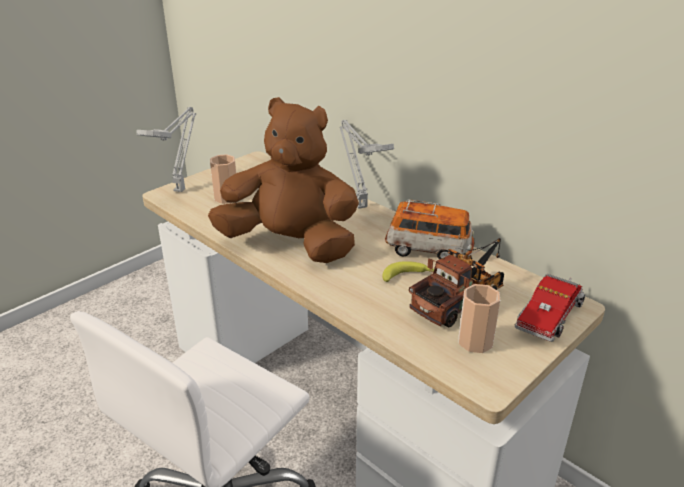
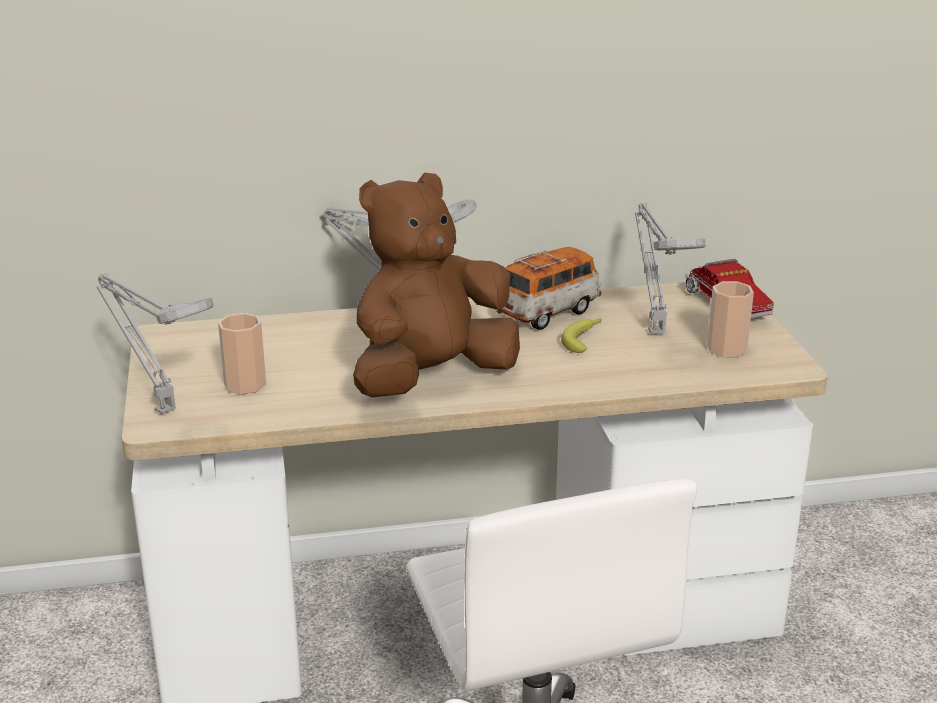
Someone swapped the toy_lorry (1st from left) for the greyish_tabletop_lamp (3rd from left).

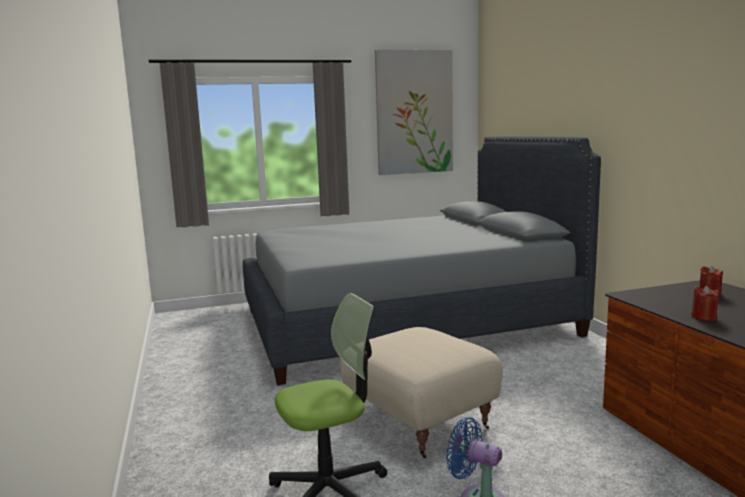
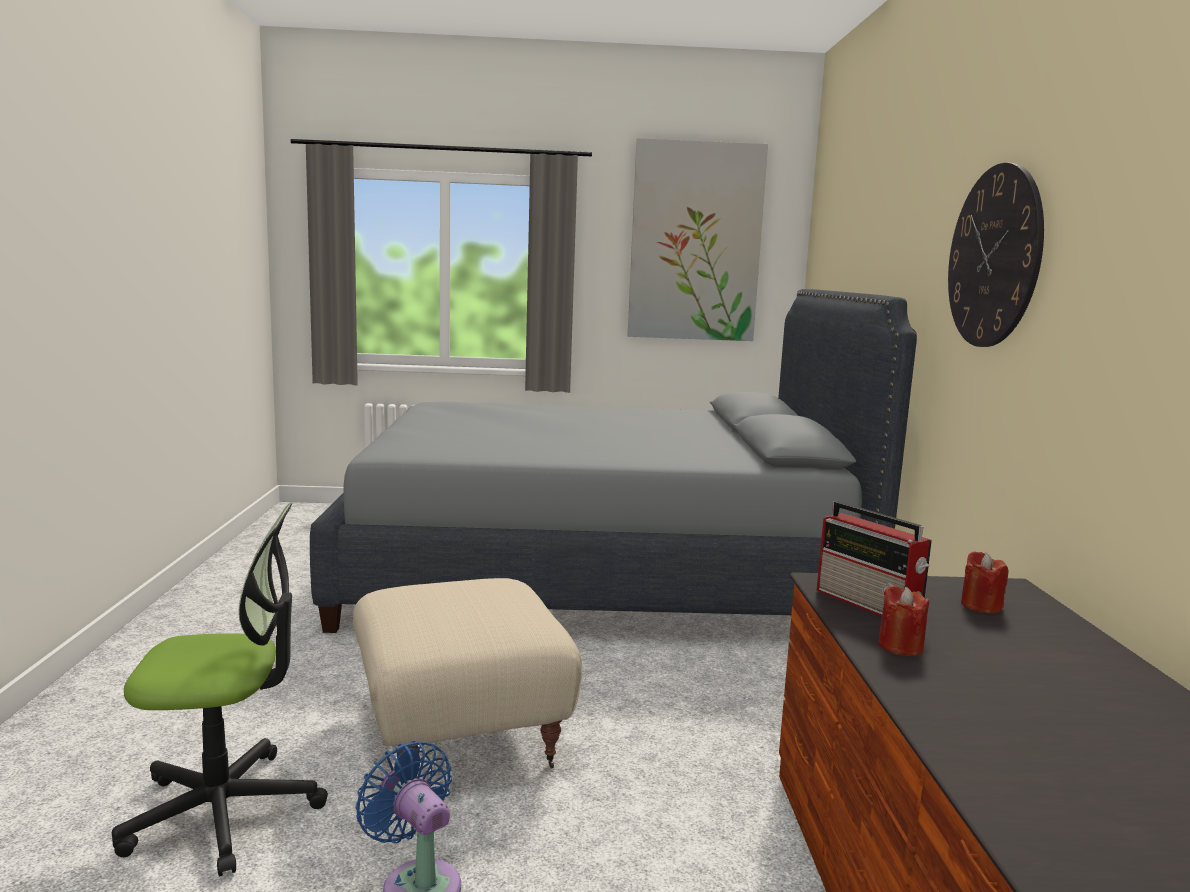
Someone put up the wall_clock.
Someone put down the radio_receiver.

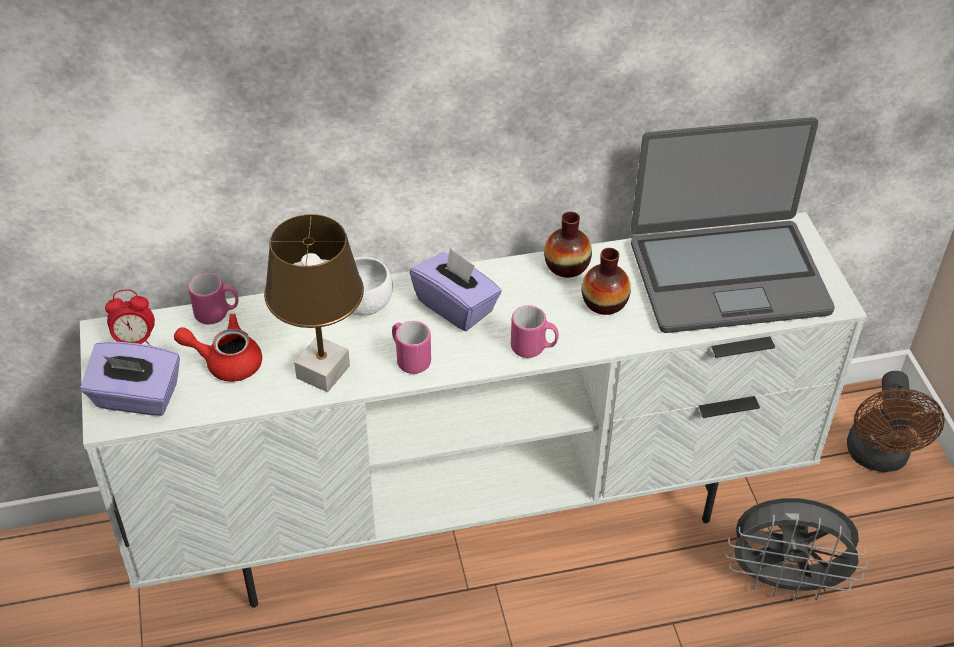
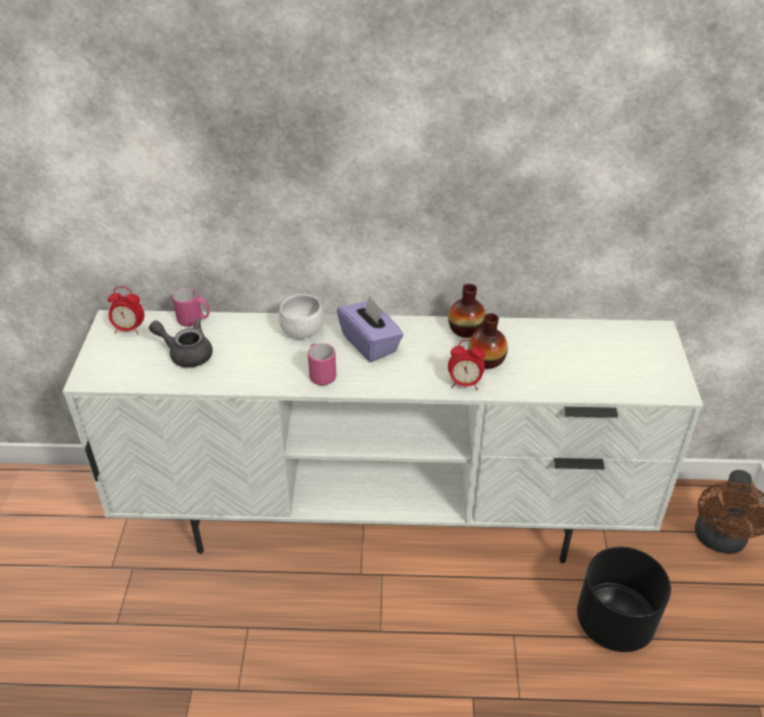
Someone took away the portable_computer.
Someone took away the brown_tabletop_lamp.
Someone took away the pink-coloured_mug (3rd from left).
Someone repainted the red_teapot, which became the greyish_teapot.
Someone took away the purple-coloured_tissue_holder (1st from left).
Someone swapped the greyish_electric_fan for the black_planter.
Someone put down the alarm_clock (2nd from left).

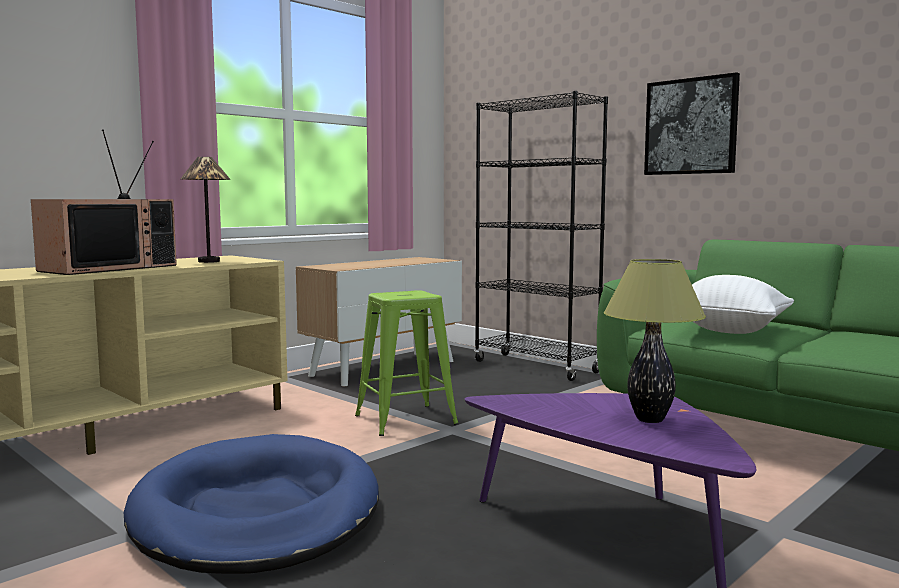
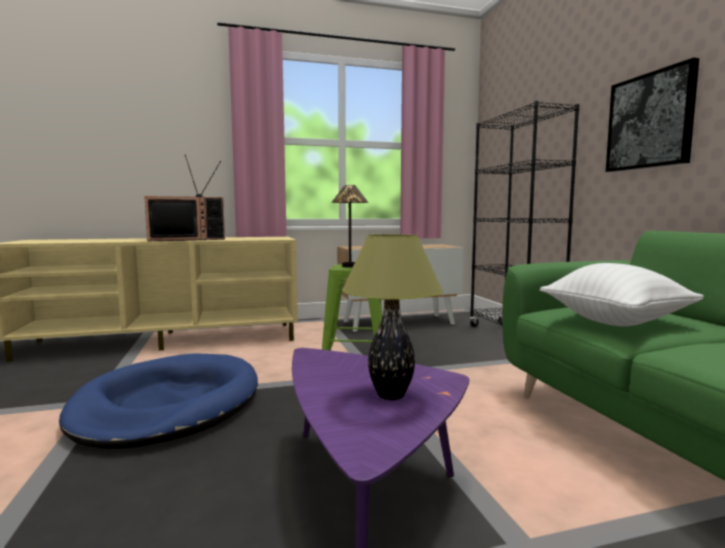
Someone carried the tabletop_lamp (1st from left).

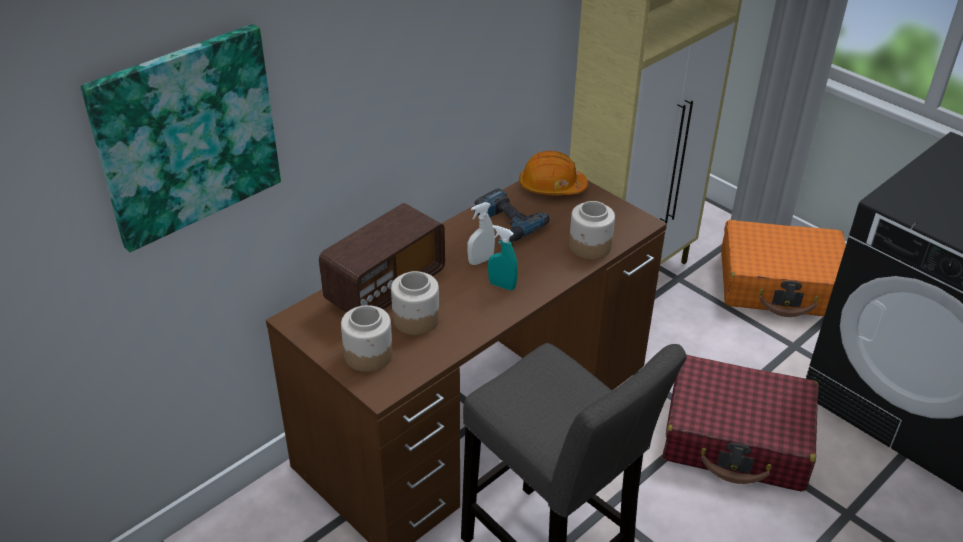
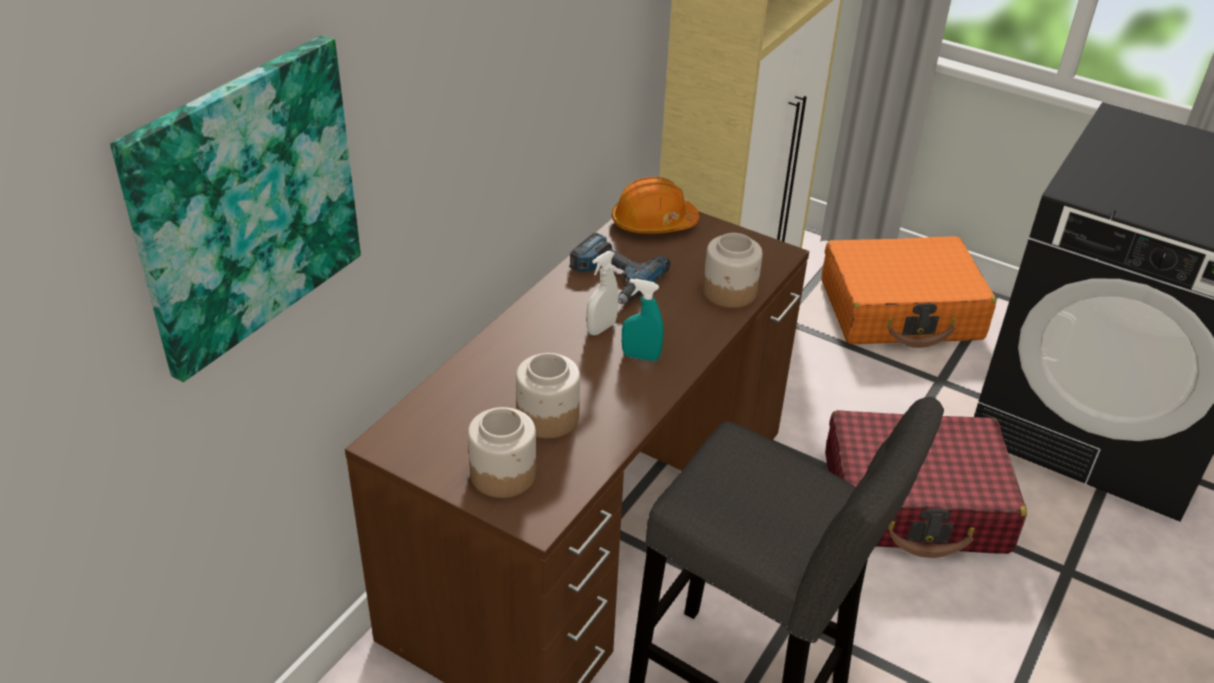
Someone took away the radio_receiver.

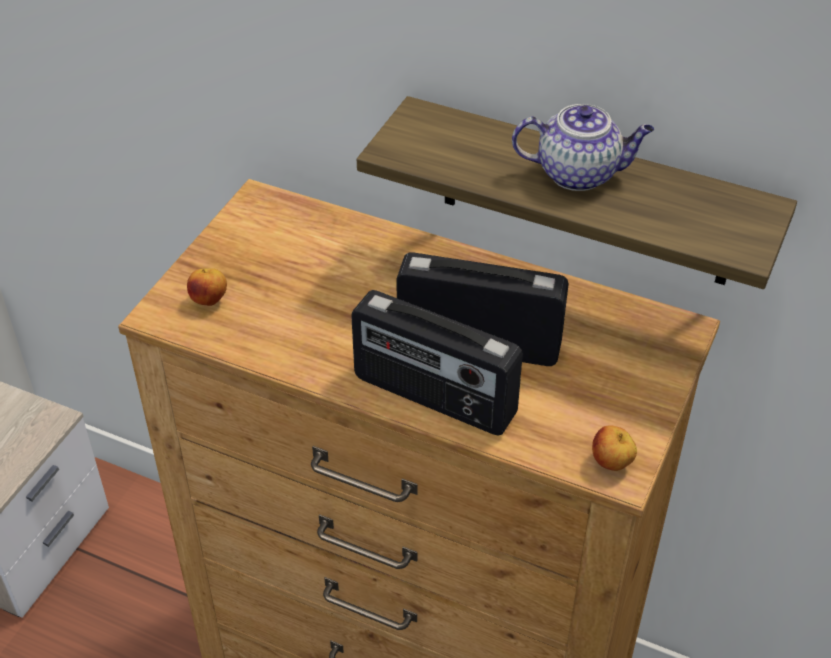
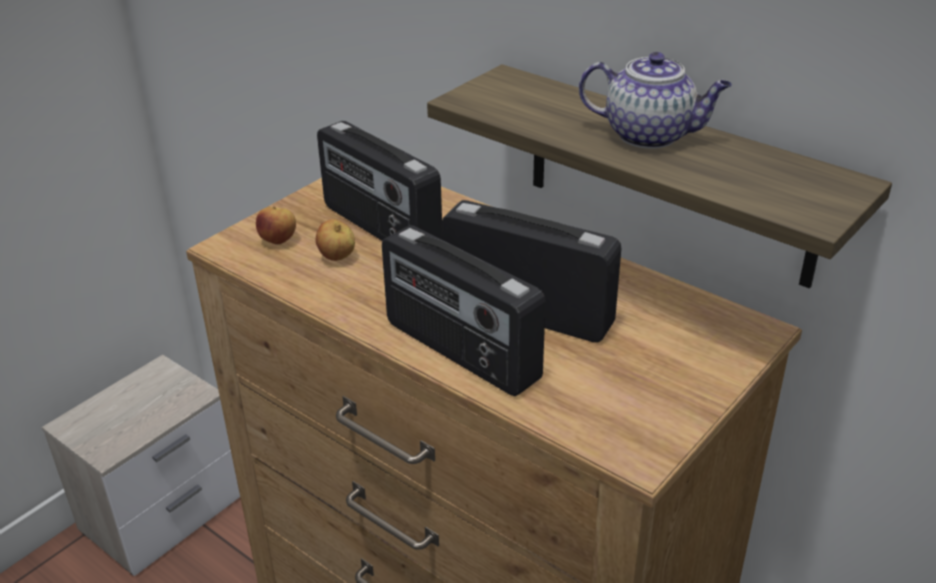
Someone carried the apple (2nd from left).
Someone put down the radio_receiver (1st from left).

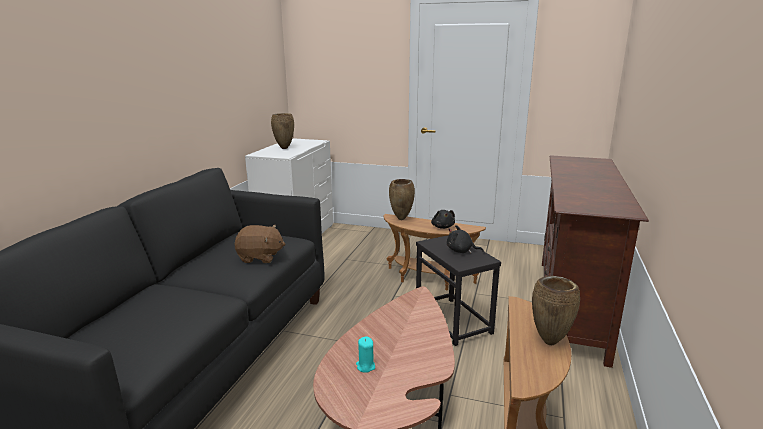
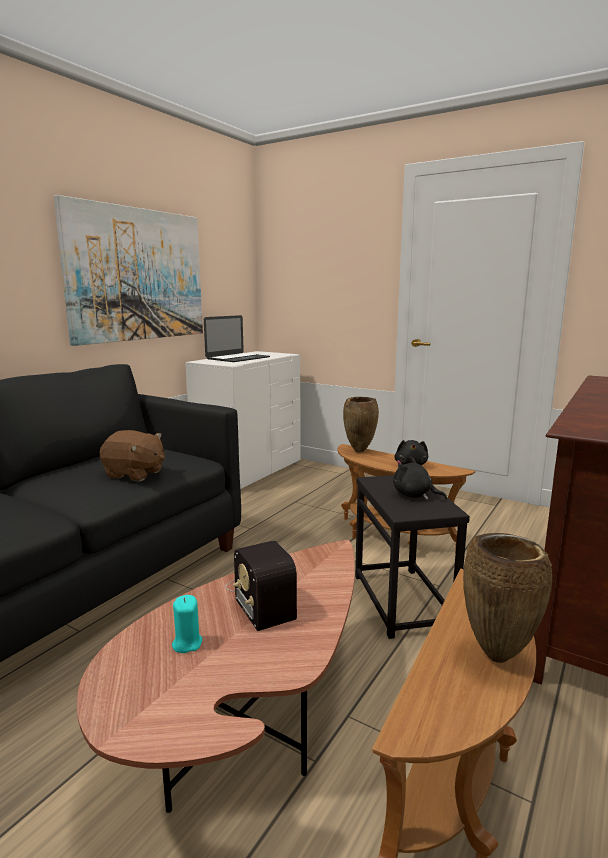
Someone swapped the brown_vase (1st from left) for the portable_computer.
Someone put up the wall_picture.
Someone put down the radio_receiver.

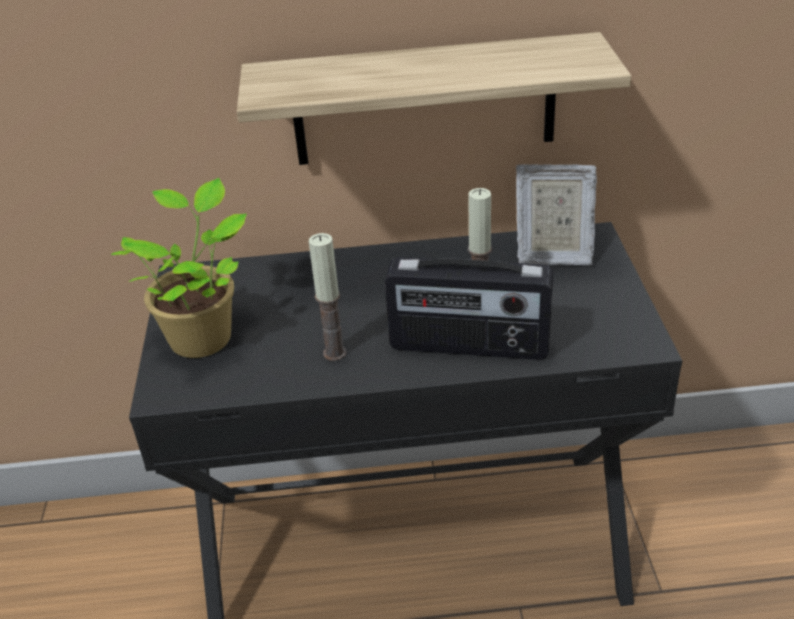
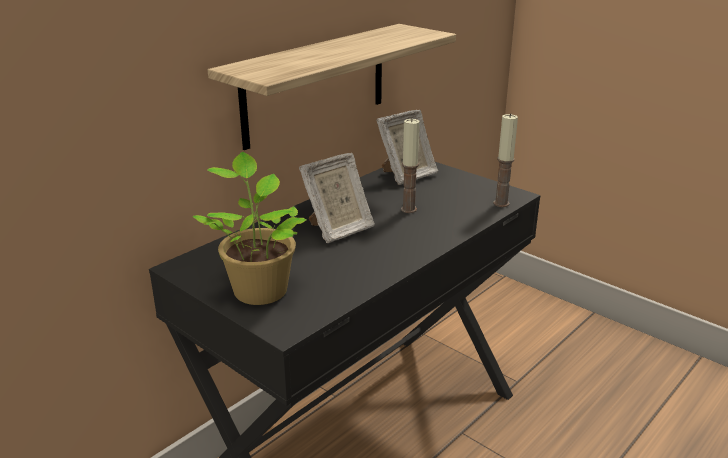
Someone carried the wax_light (1st from left in the first image).
Someone took away the radio_receiver.
Someone put down the photo_frame (1st from left).

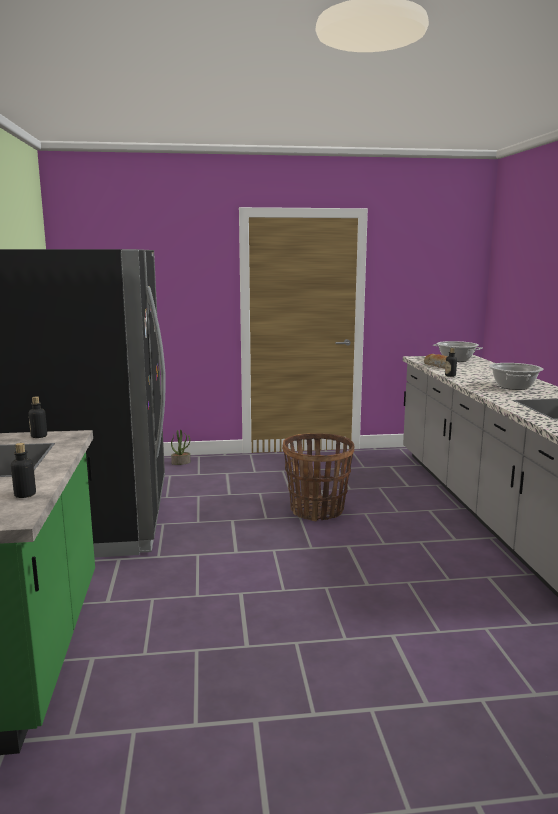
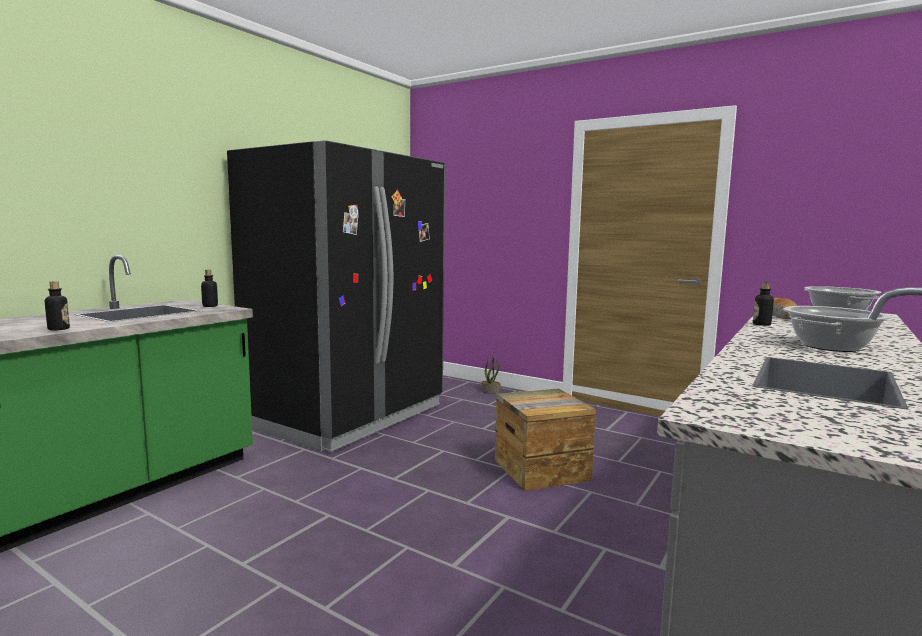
Someone swapped the household_basket for the shipping_crate.

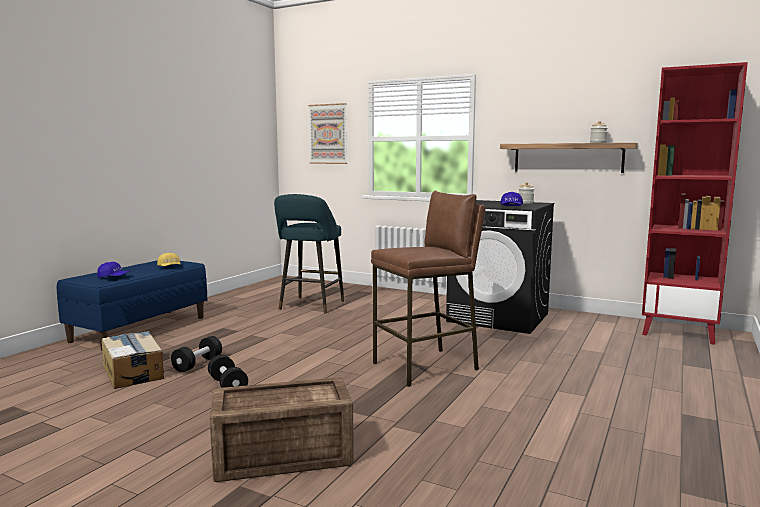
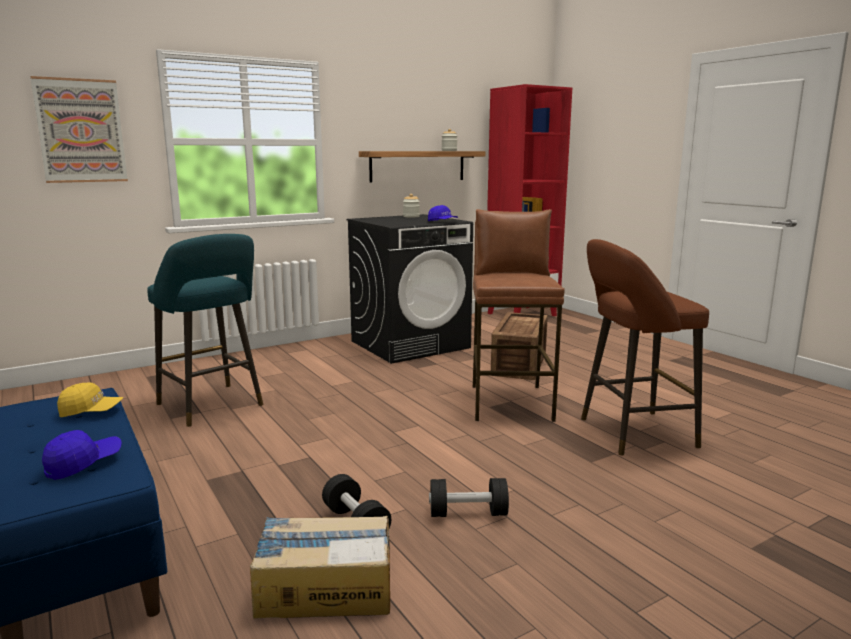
Someone carried the shipping_crate.
Someone put down the brown_stool (2nd from left).

